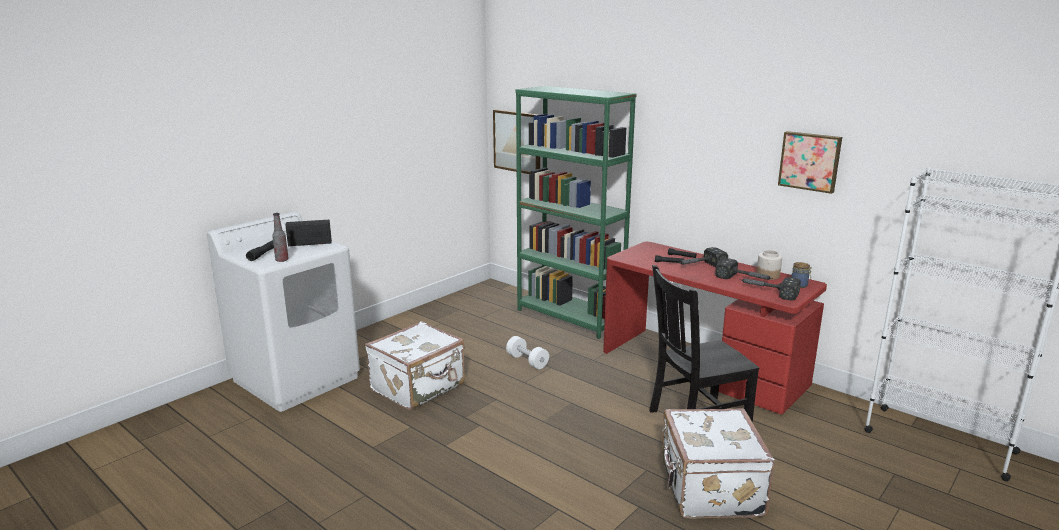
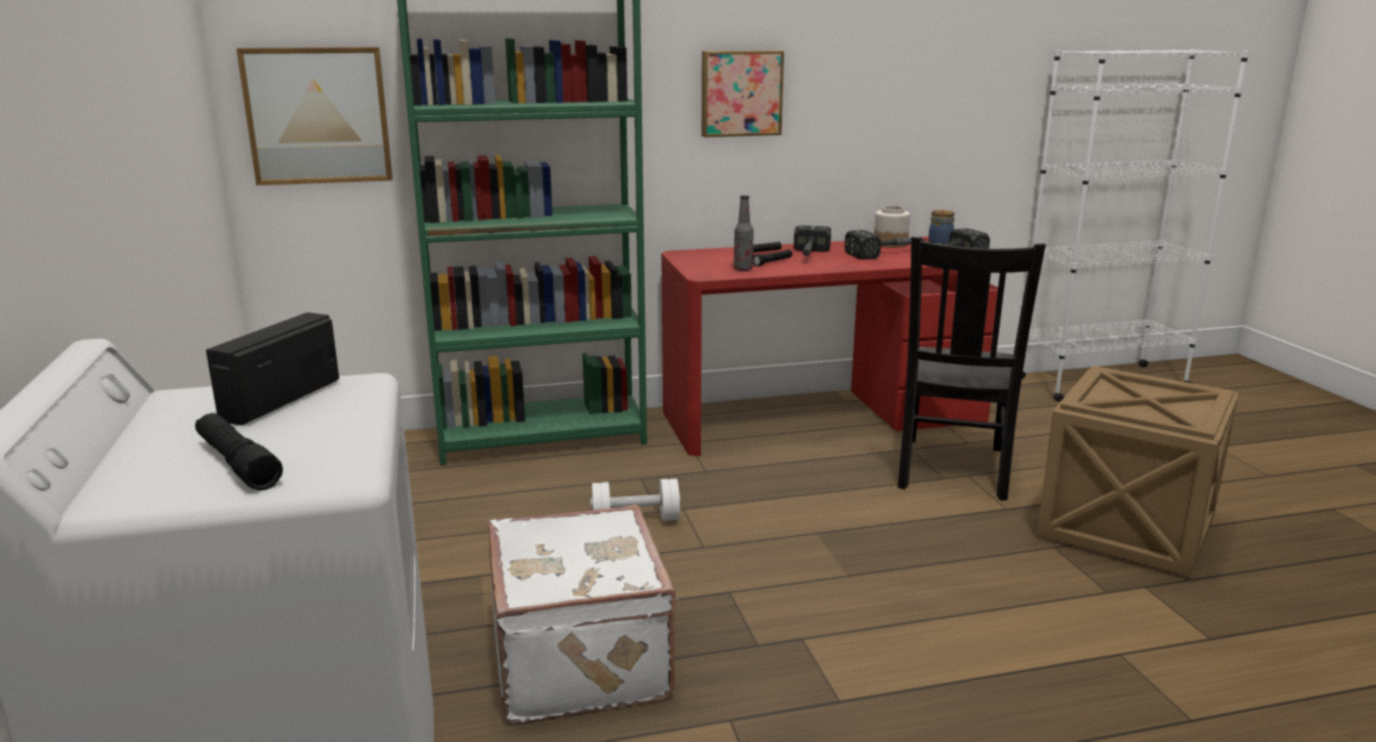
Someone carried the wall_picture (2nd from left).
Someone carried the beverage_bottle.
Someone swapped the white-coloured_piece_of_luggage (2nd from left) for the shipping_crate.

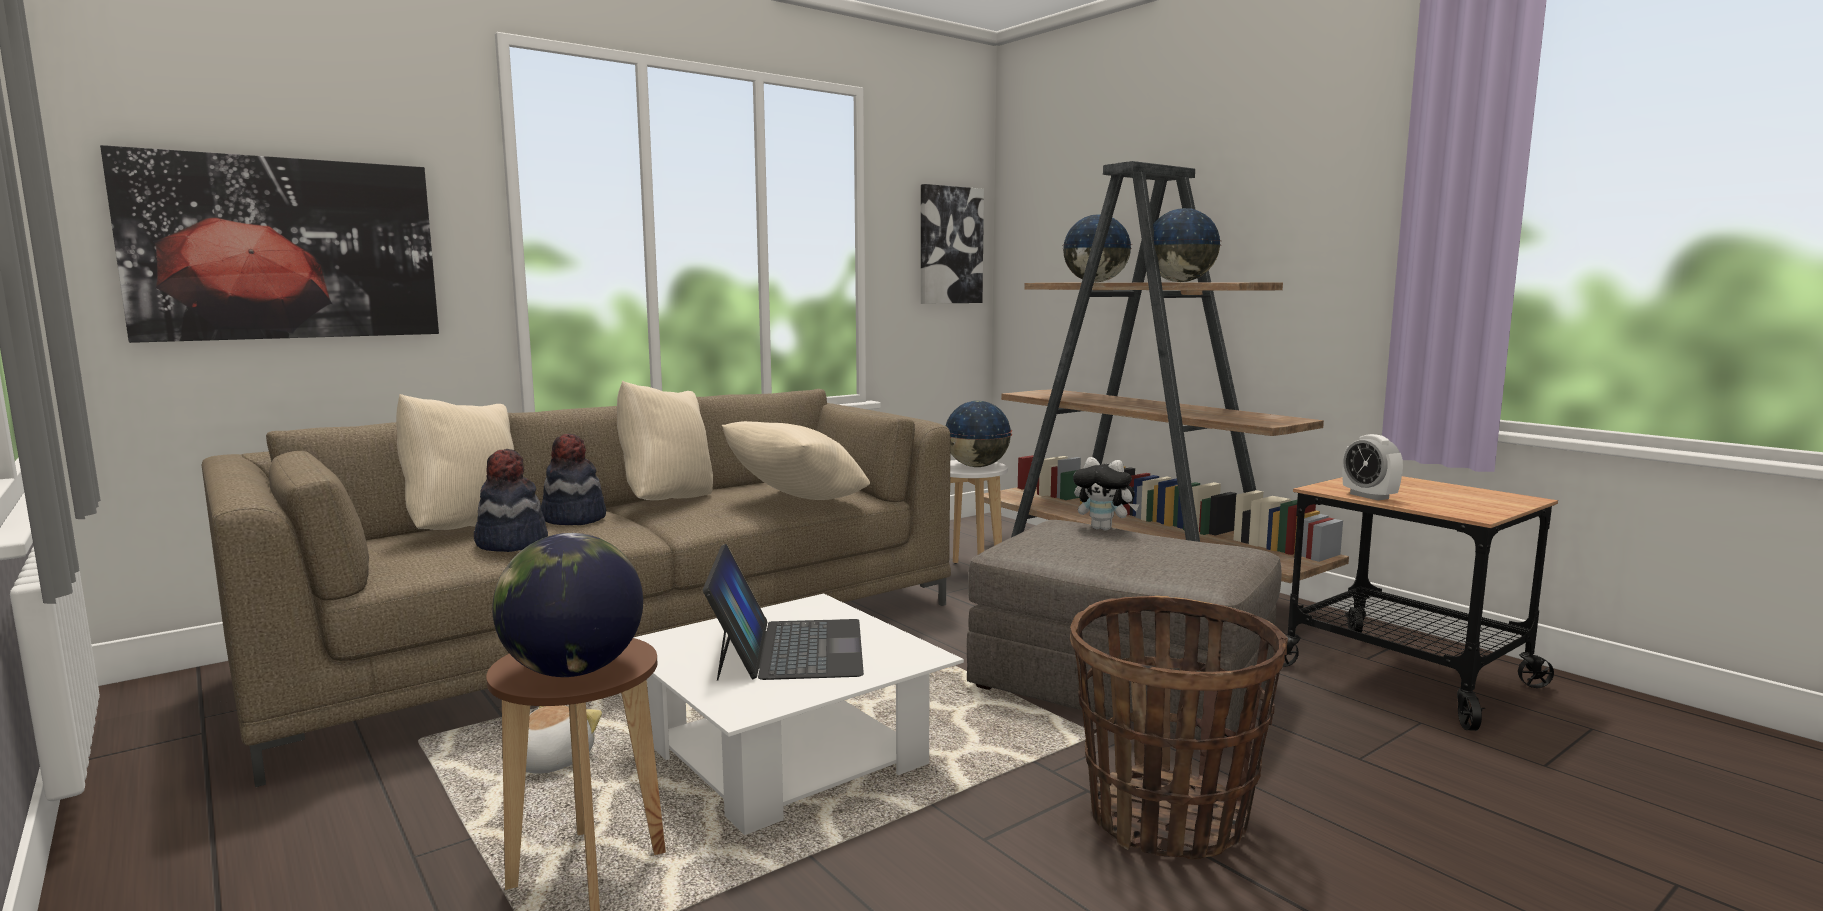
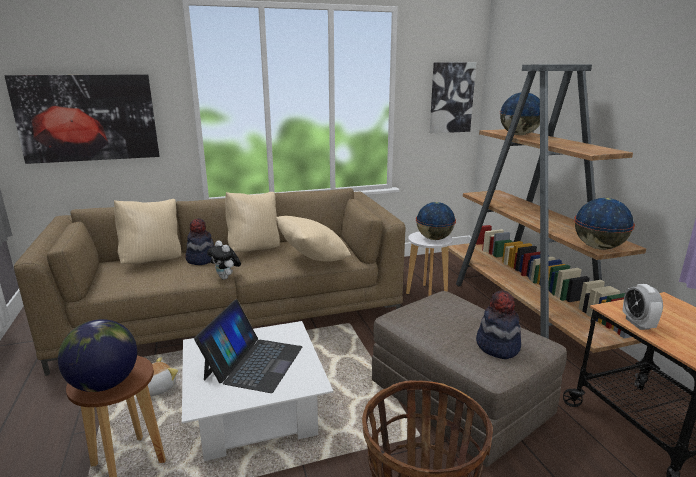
Someone carried the desk_globe (4th from left).
Someone carried the hat (1st from left in the first image).
Someone carried the plush_toy (2nd from left).

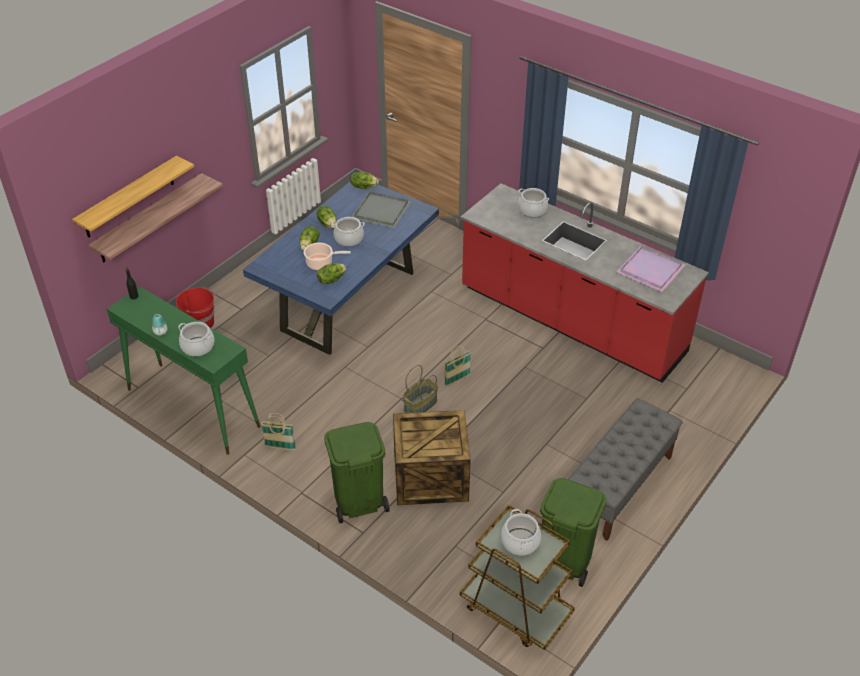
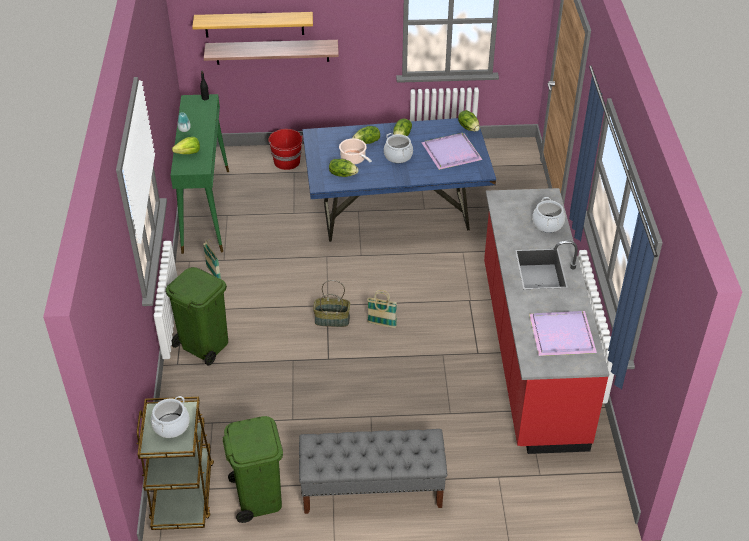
Someone repainted the greyish_tray, which became the purple-coloured_tray (1st from left).
Someone swapped the stockpot (1st from left) for the head_of_lettuce (1st from left).
Someone took away the shipping_crate.

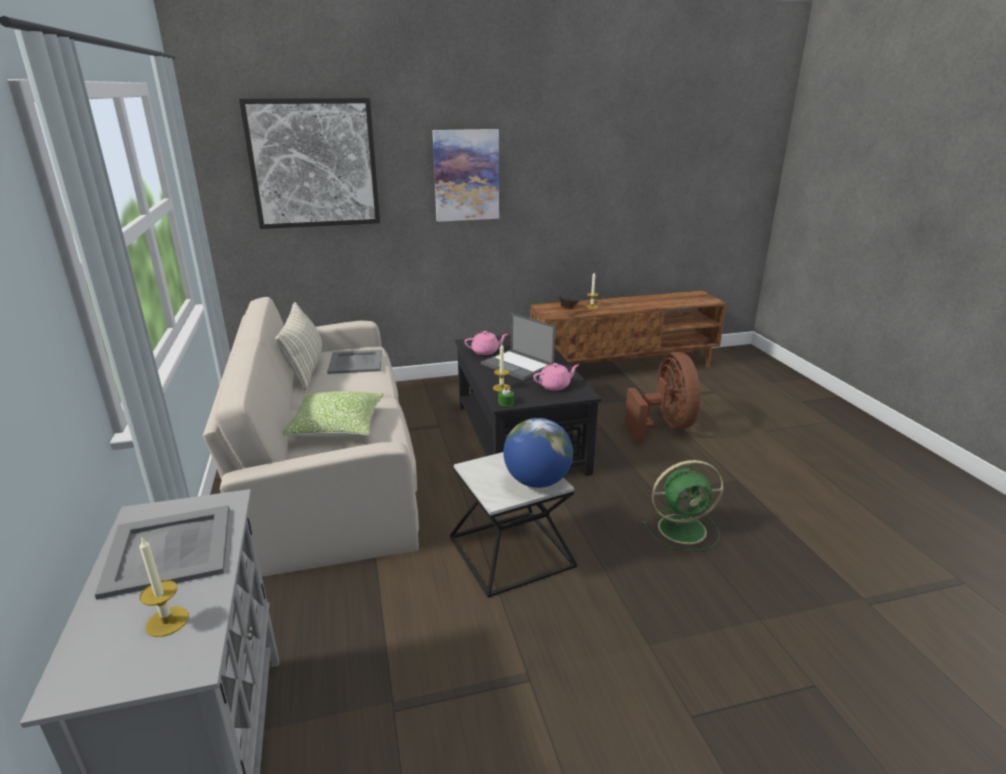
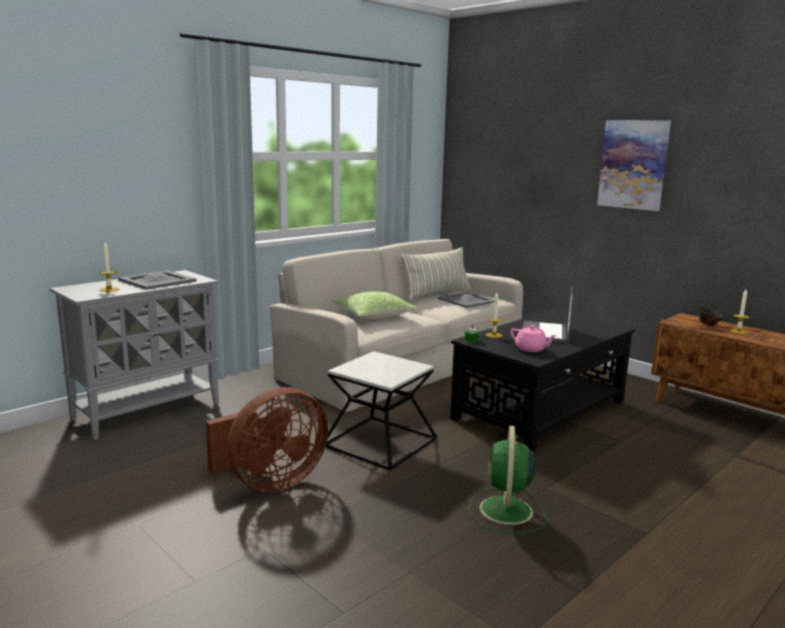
Someone took away the wall_picture (1st from left).
Someone took away the pink-coloured_teapot (1st from left).
Someone carried the brown_electric_fan.
Someone took away the desk_globe.
Someone rotated the green_electric_fan by 45 degrees clockwise.

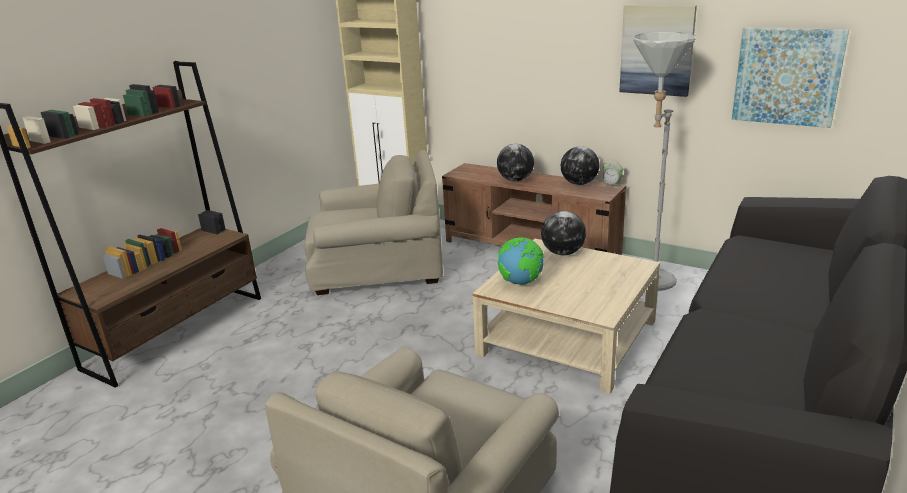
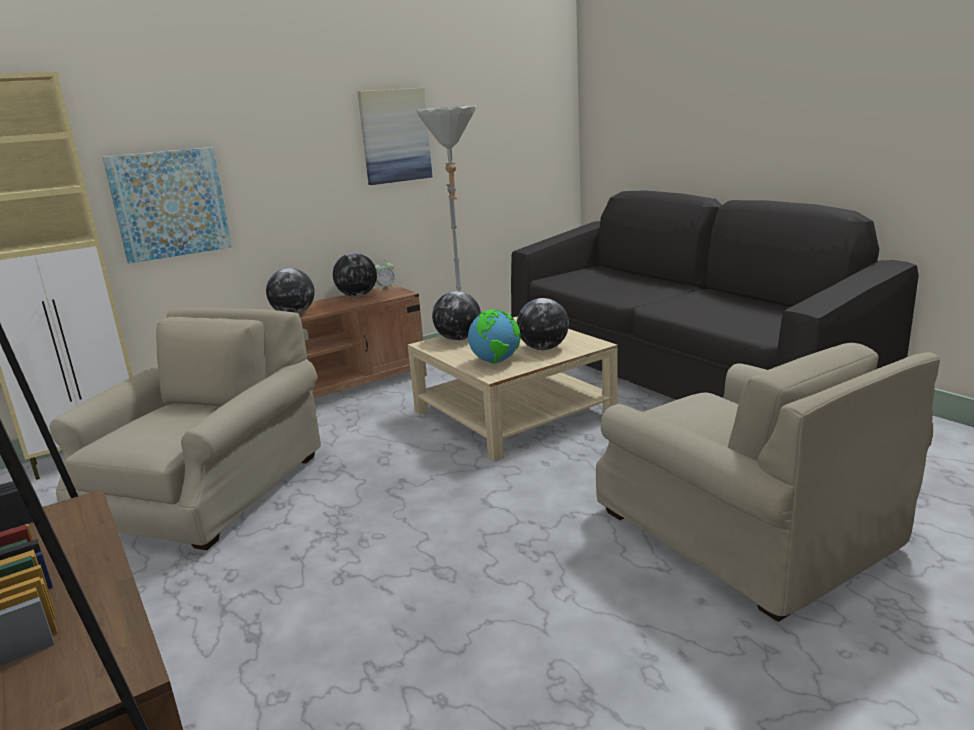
Someone carried the wall_picture (2nd from left in the first image).
Someone put down the desk_globe (5th from left).

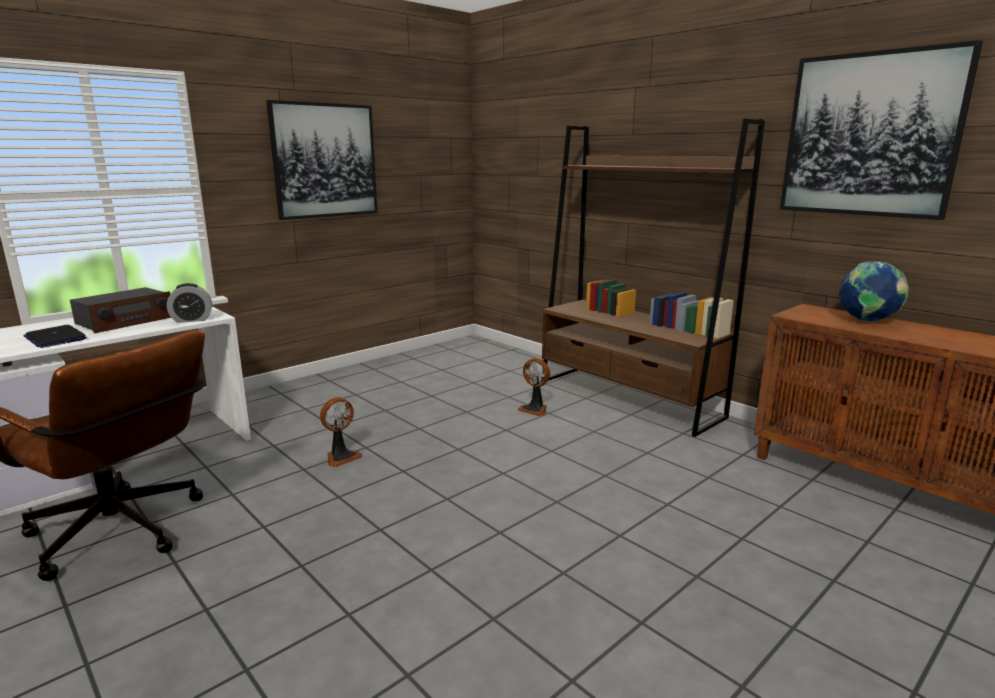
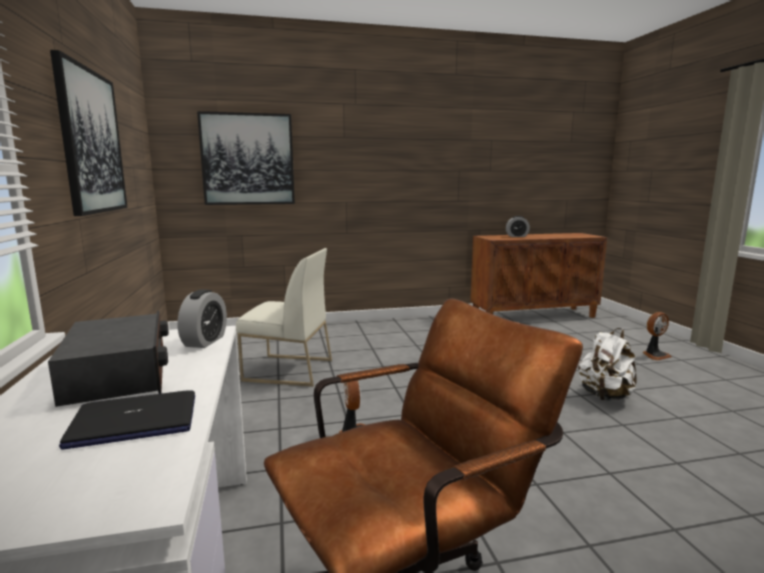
Someone carried the wall_picture (2nd from left).
Someone took away the brown_bookcase.
Someone swapped the desk_globe for the alarm_clock (2nd from left).
Someone carried the electric_fan (2nd from left).
Someone put down the white-coloured_upright_chair.
Someone put down the white-coloured_knapsack.

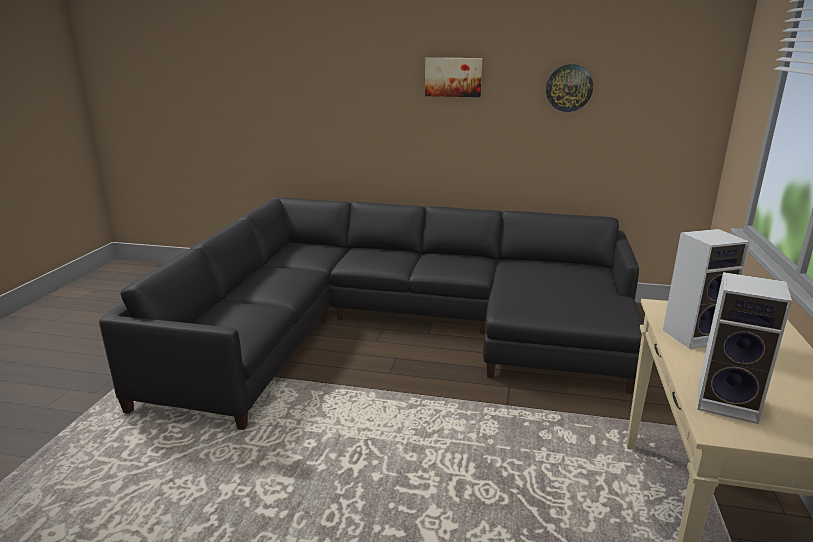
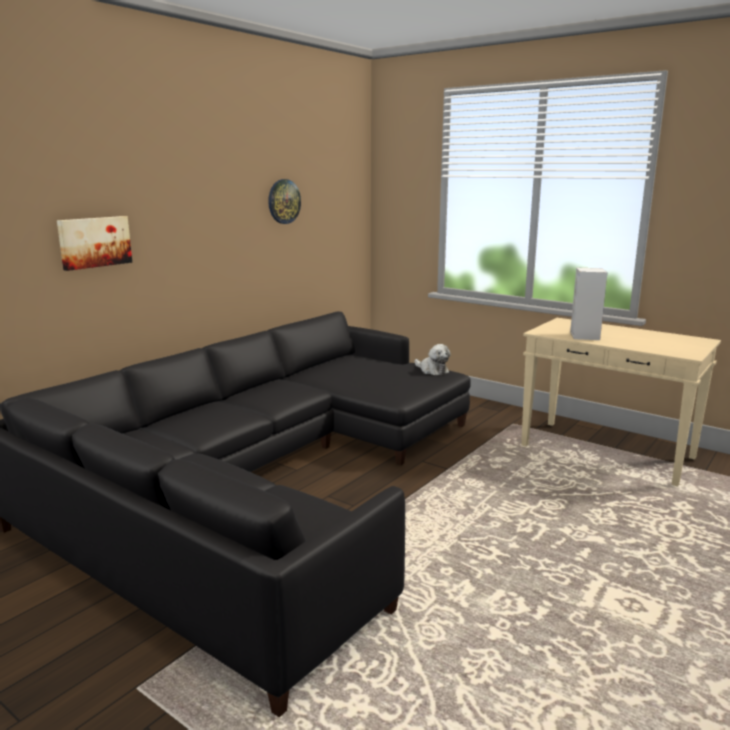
Someone carried the wall_picture.
Someone took away the audio_speaker (2nd from left).
Someone put down the plush_toy.

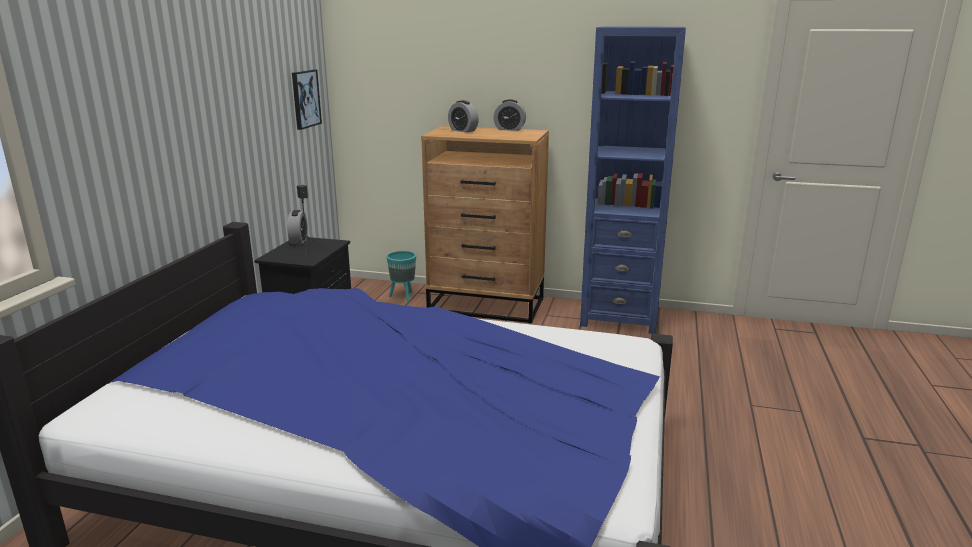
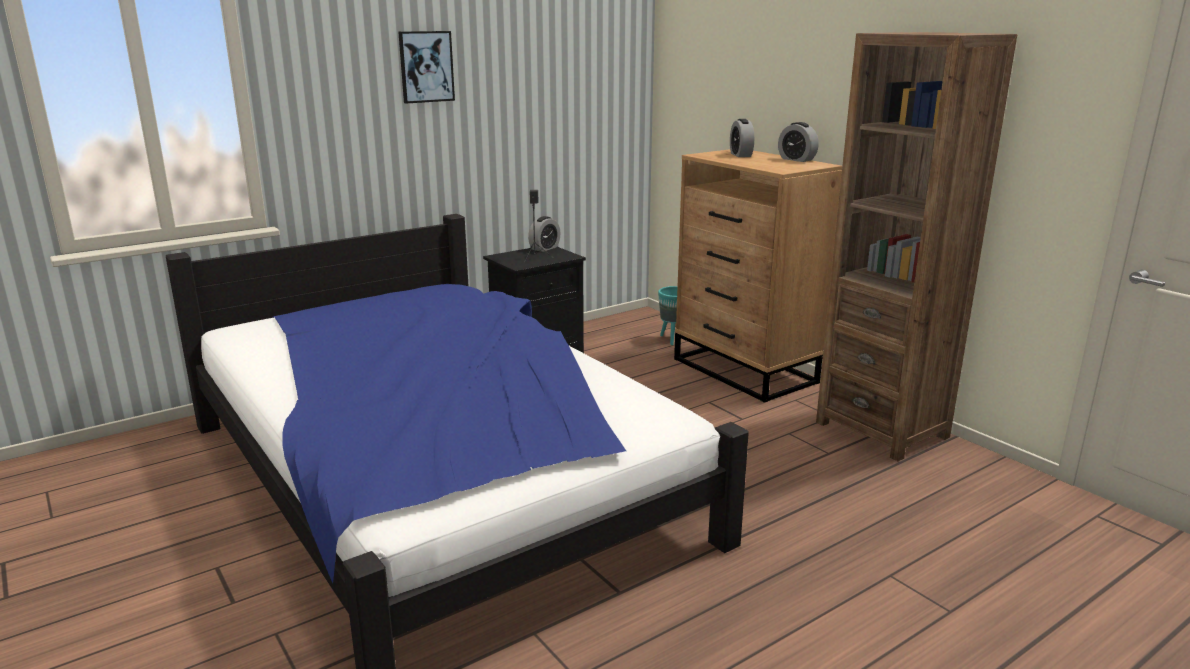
Someone repainted the blue_bookcase, which became the brown_bookcase.
Someone carried the wall_picture.

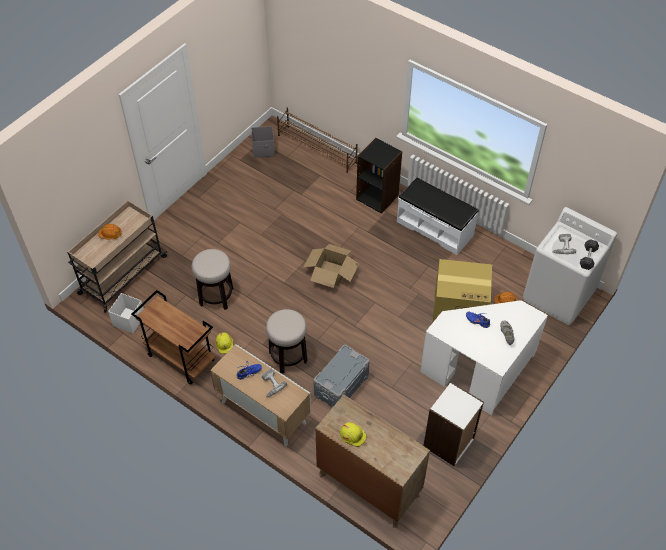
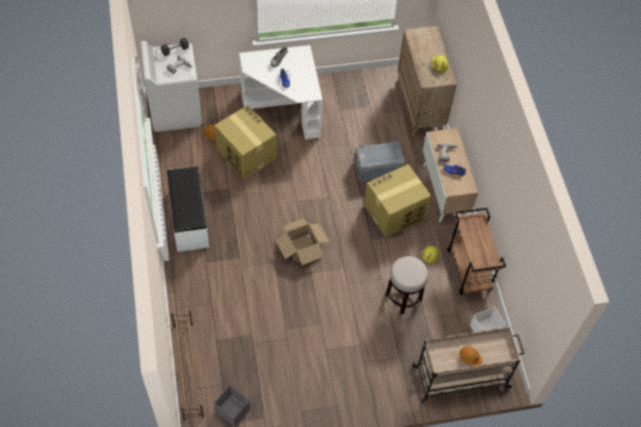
Someone took away the black_bookcase.
Someone swapped the stool (2nd from left) for the packing_box (3rd from left).
Someone took away the white-coloured_bookcase.

